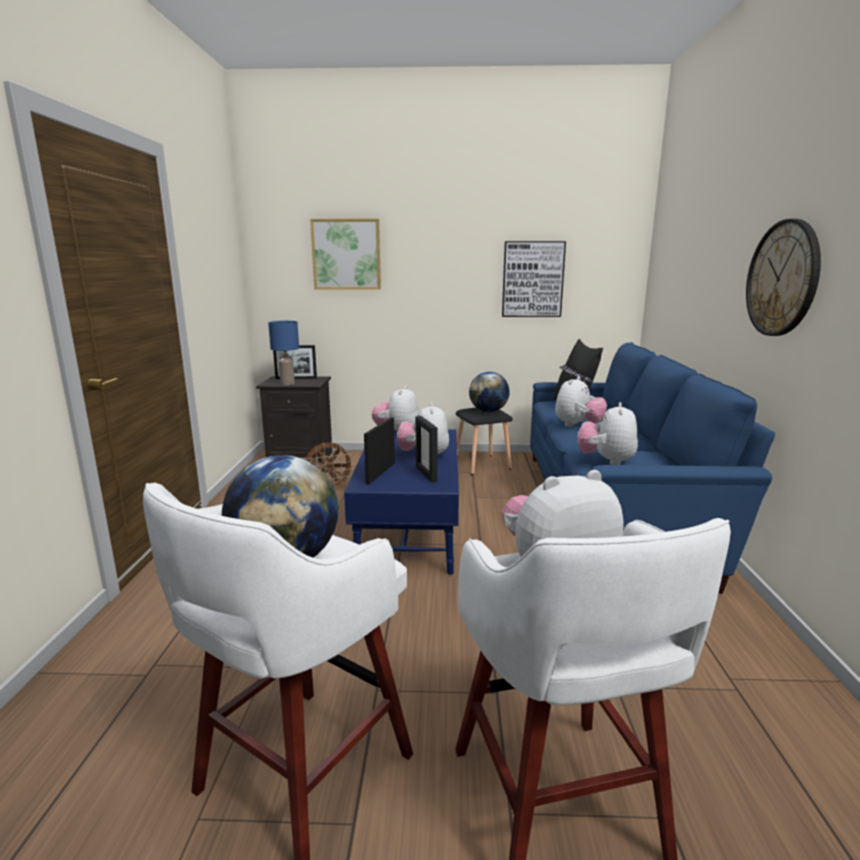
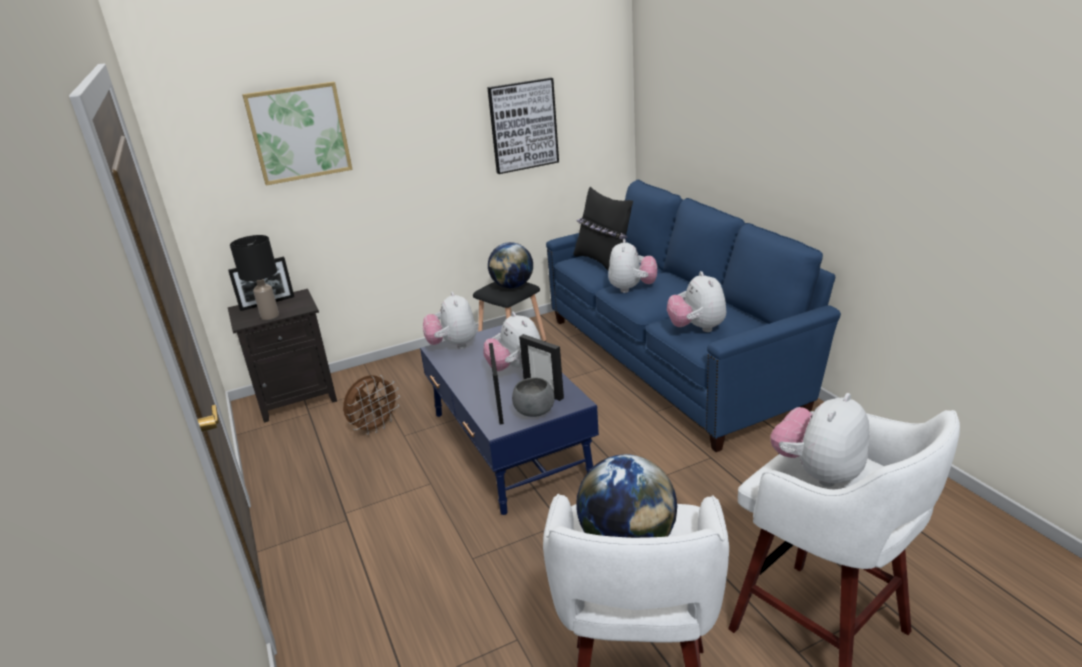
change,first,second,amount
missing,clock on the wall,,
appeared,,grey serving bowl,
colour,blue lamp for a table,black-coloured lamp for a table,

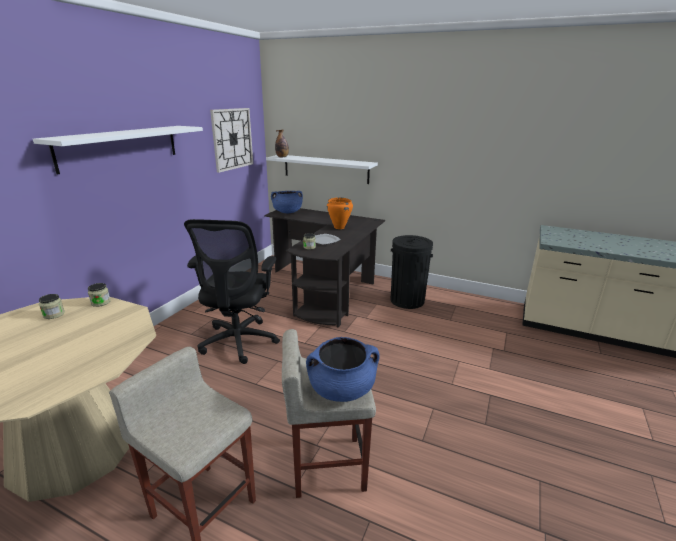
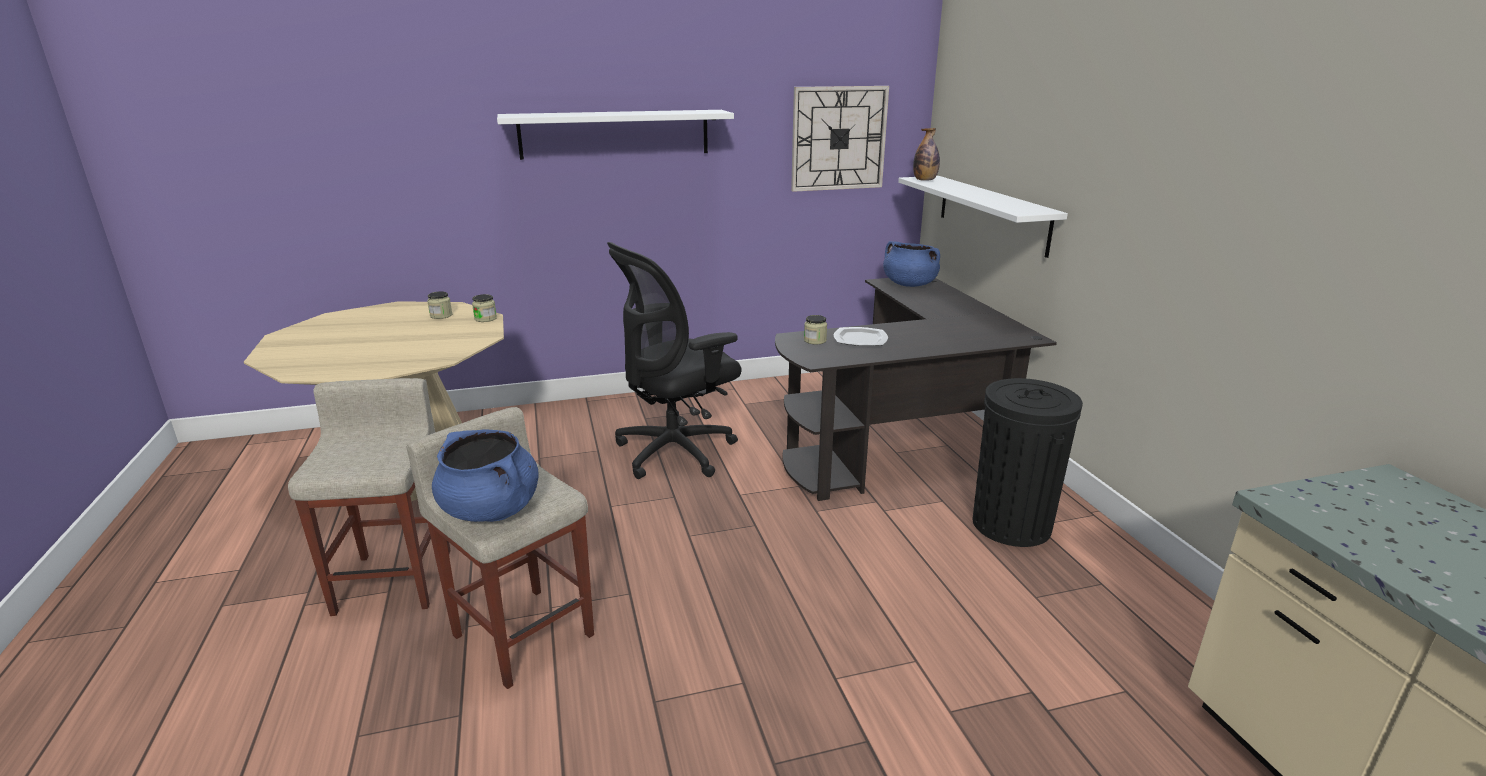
change,first,second,amount
missing,orangey cooking pot,,

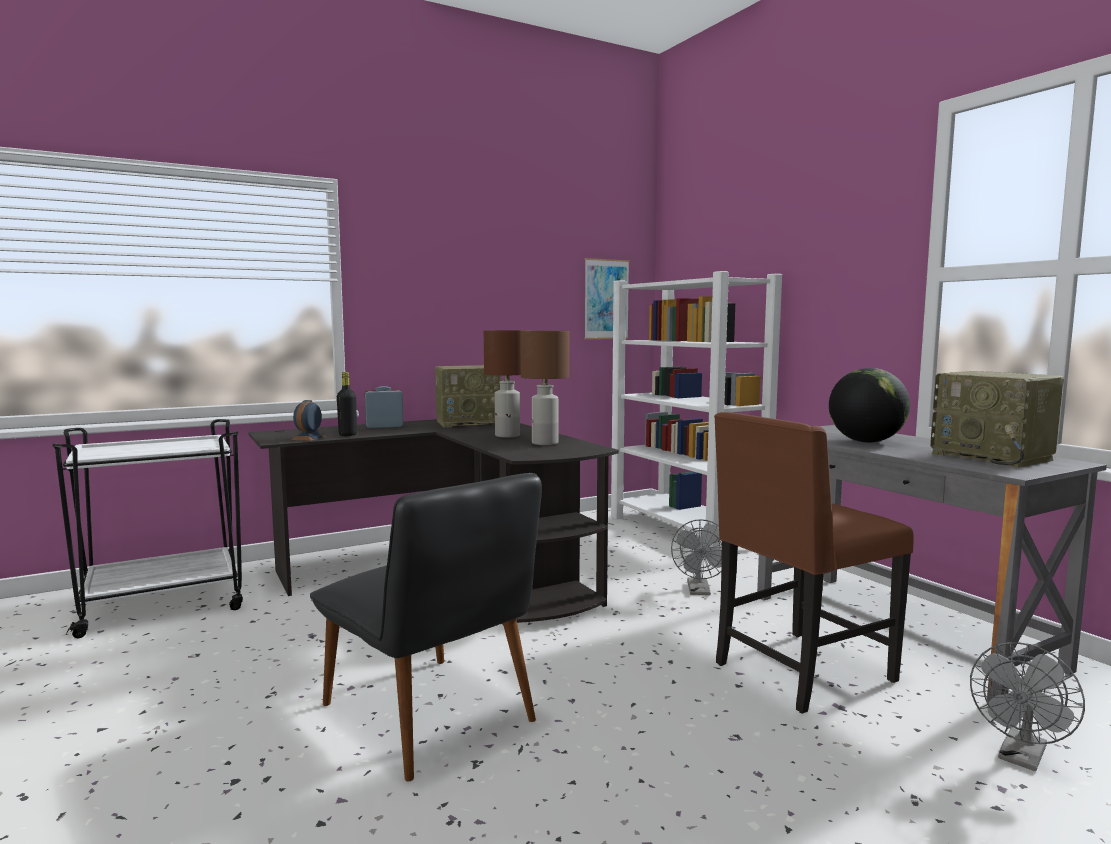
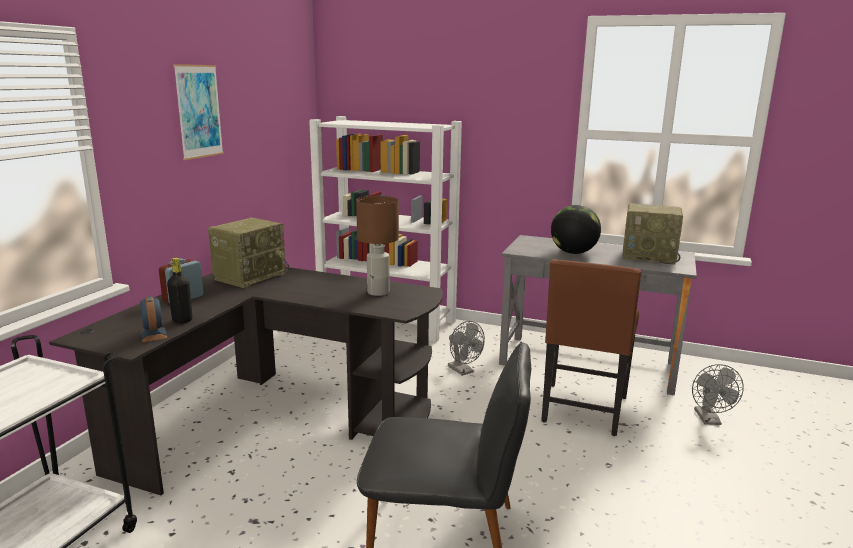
change,first,second,amount
missing,brown-coloured lamp for a table (no. 1 from left),,
relocated,wall art,,

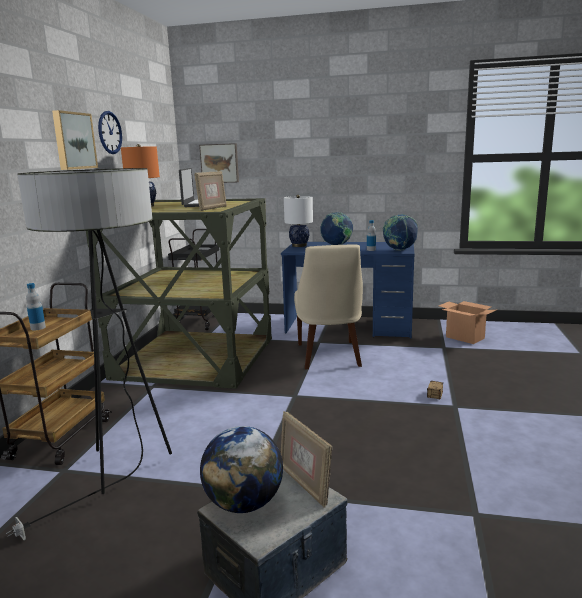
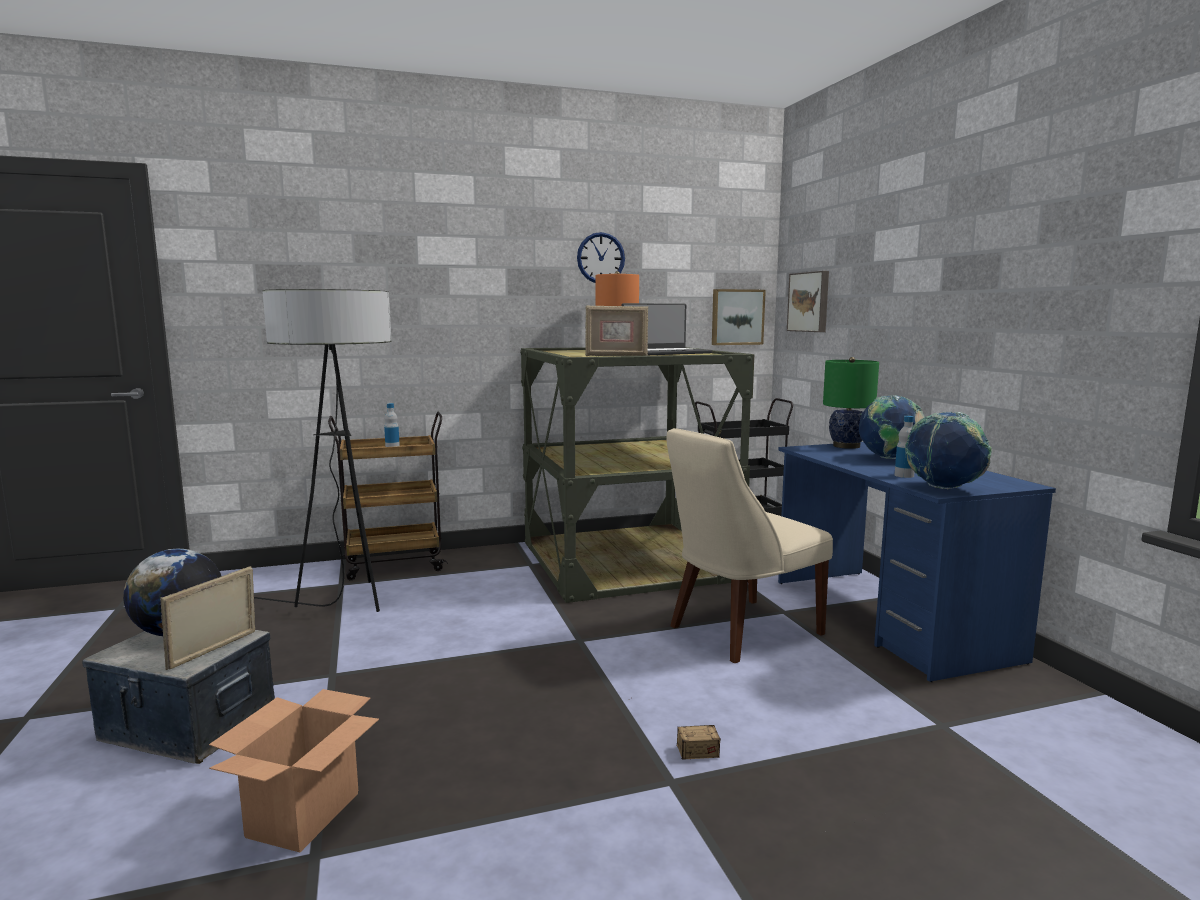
change,first,second,amount
relocated,wall art (no. 1 from left),,
relocated,packing box,,
colour,white-coloured lamp for a table,green lamp for a table,

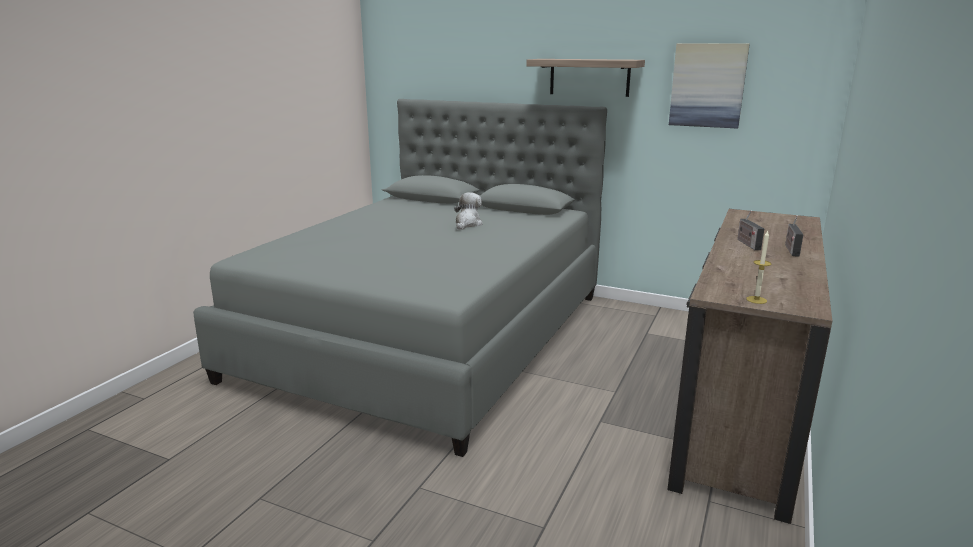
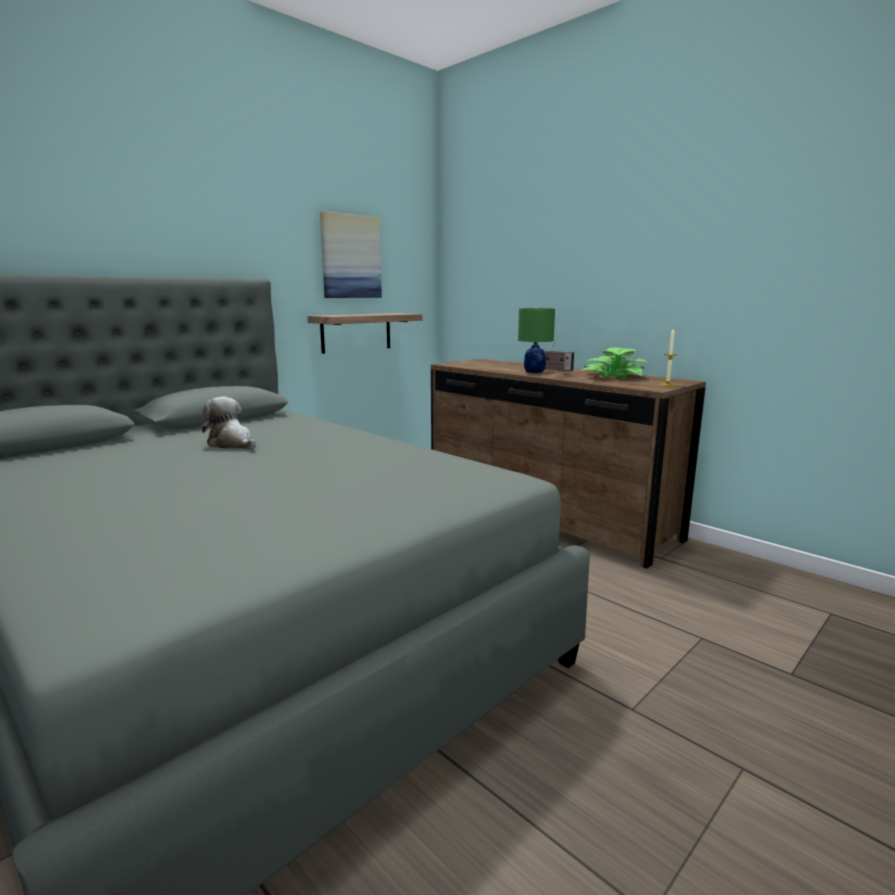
change,first,second,amount
appeared,,potted plant,
relocated,wall shelf,,
exchanged,radio receiver (no. 1 from left),green lamp for a table,

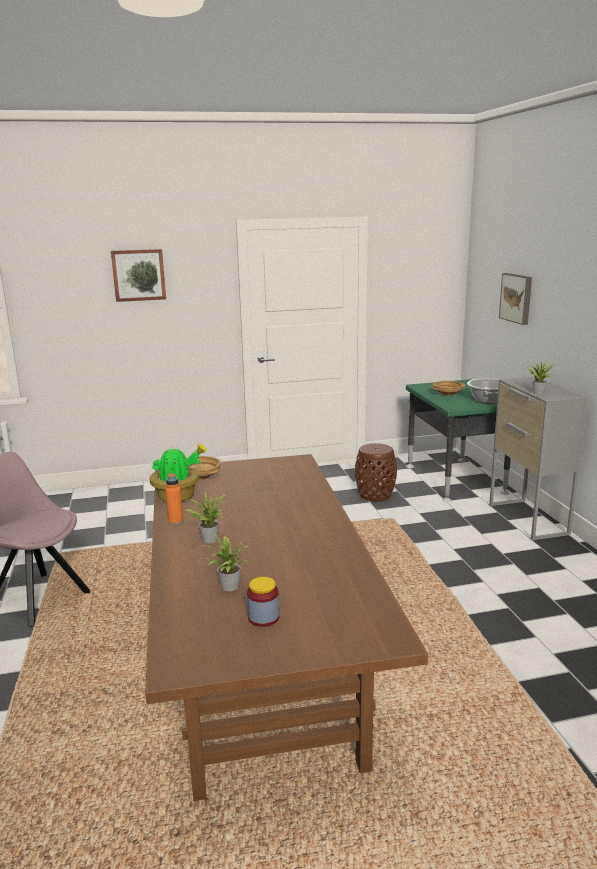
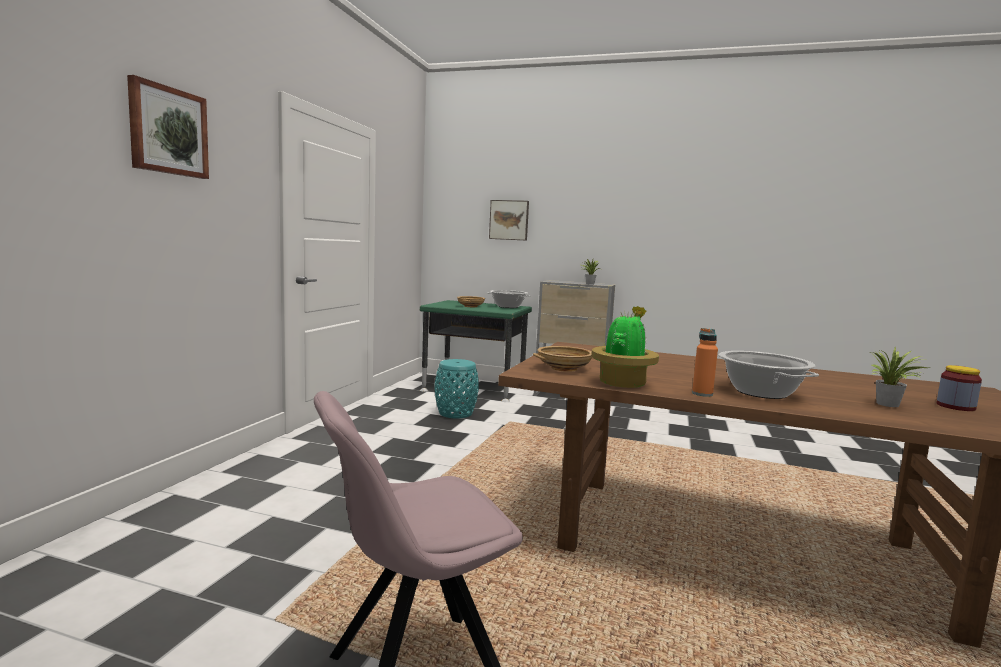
change,first,second,amount
exchanged,potted plant (no. 2 from left),cooking pot (no. 2 from left),
colour,brown-coloured stool seat,blue-green stool seat,

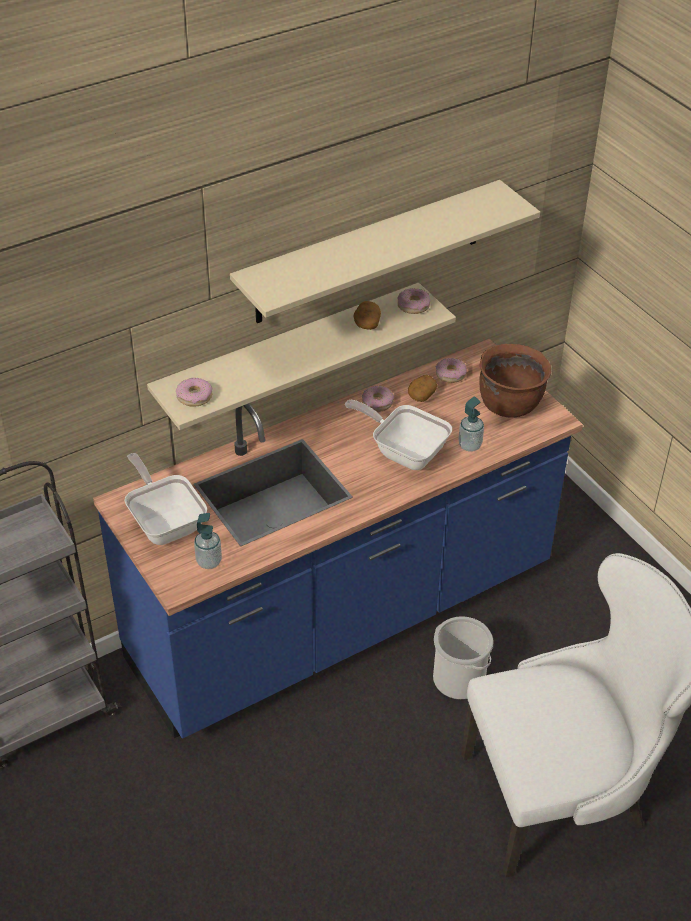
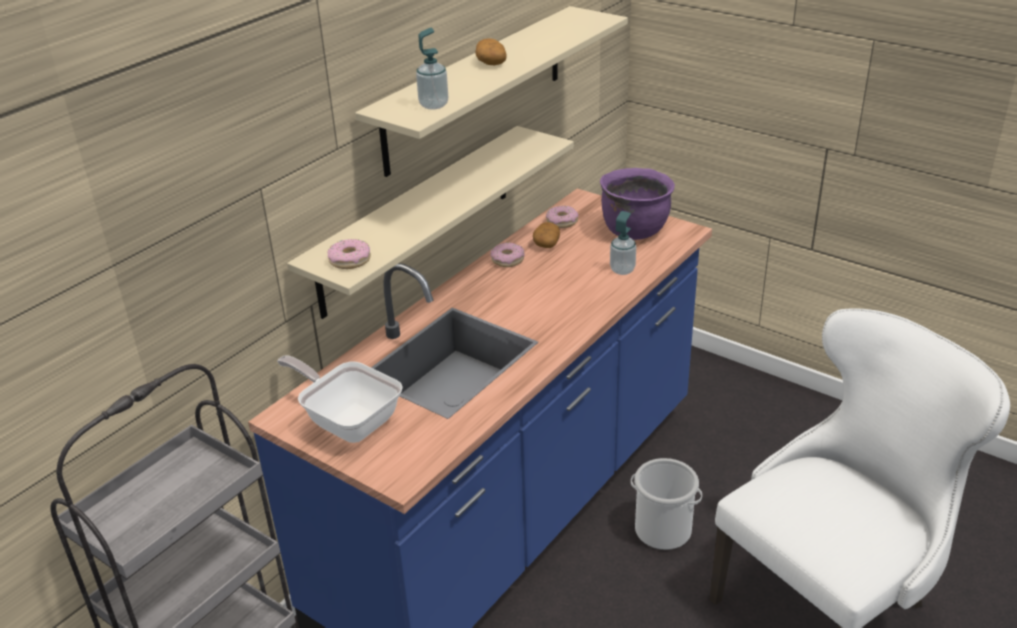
change,first,second,amount
missing,pan (no. 2 from left),,
missing,ring doughnut (no. 3 from left),,
relocated,soap bottle (no. 1 from left),,
relocated,whole potato (no. 1 from left),,
colour,brown-coloured cooking pot,purplish cooking pot,

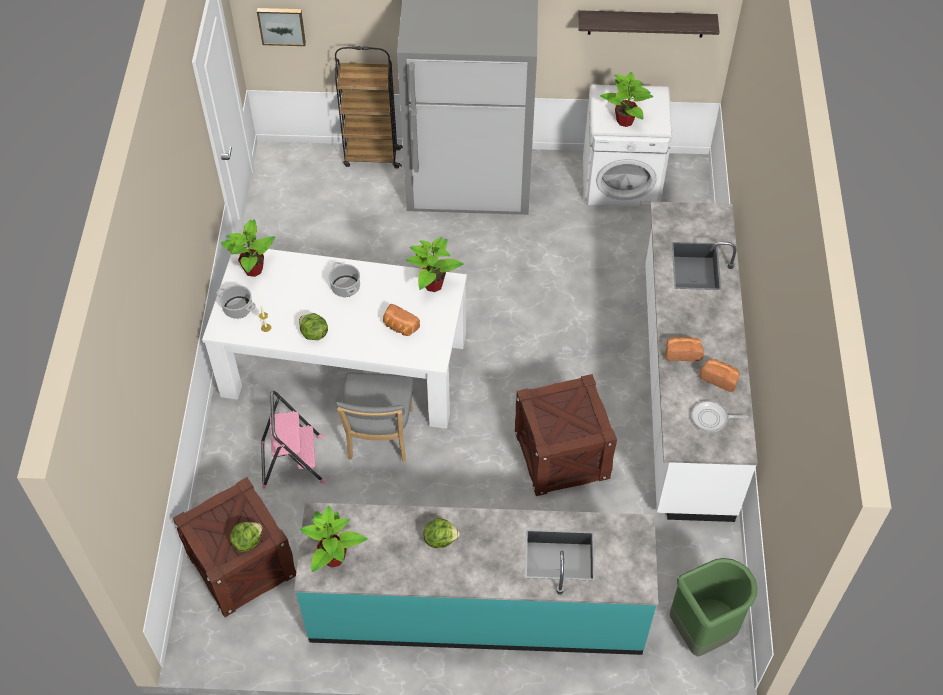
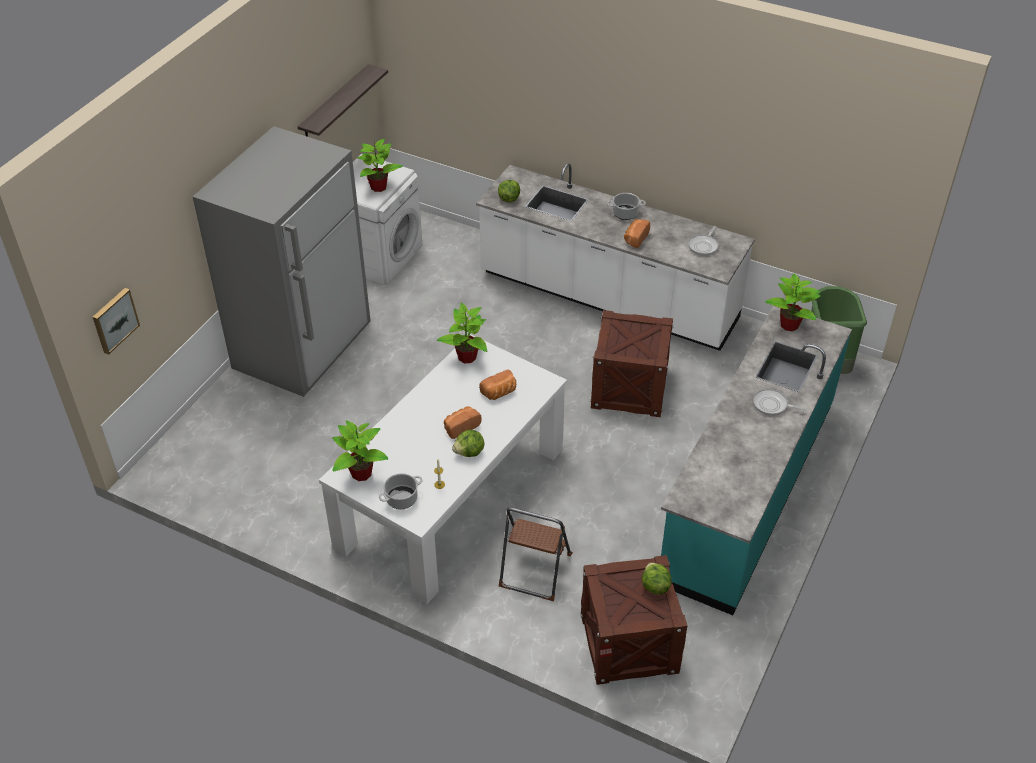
change,first,second,amount
missing,brown-coloured cart,,
missing,grey plain chair,,
appeared,,pan (no. 2 from left),
relocated,potted plant (no. 2 from left in the first image),potted plant (no. 4 from left),
relocated,cooking pot (no. 2 from left),,
relocated,lettuce (no. 3 from left in the first image),lettuce (no. 2 from left),
relocated,bakery bread (no. 3 from left in the first image),bakery bread (no. 1 from left),
colour,pink-coloured step ladder,brown-coloured step ladder,

